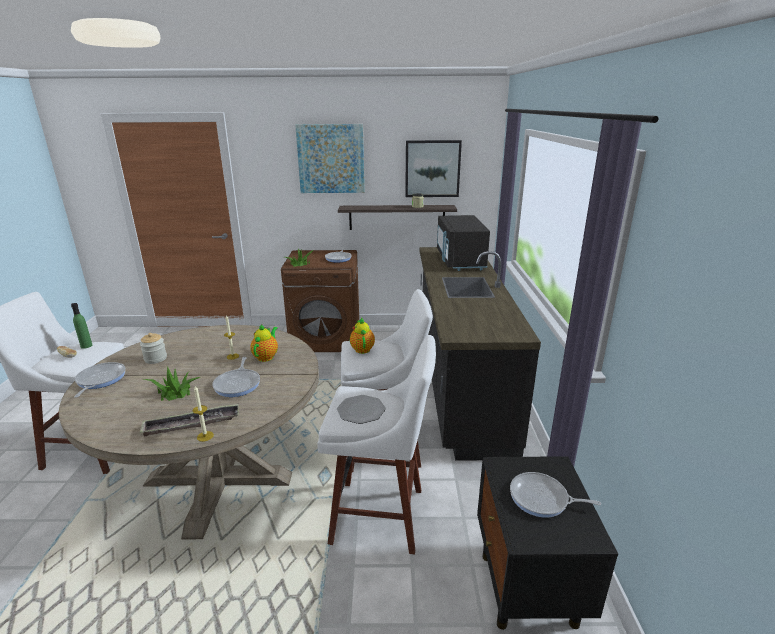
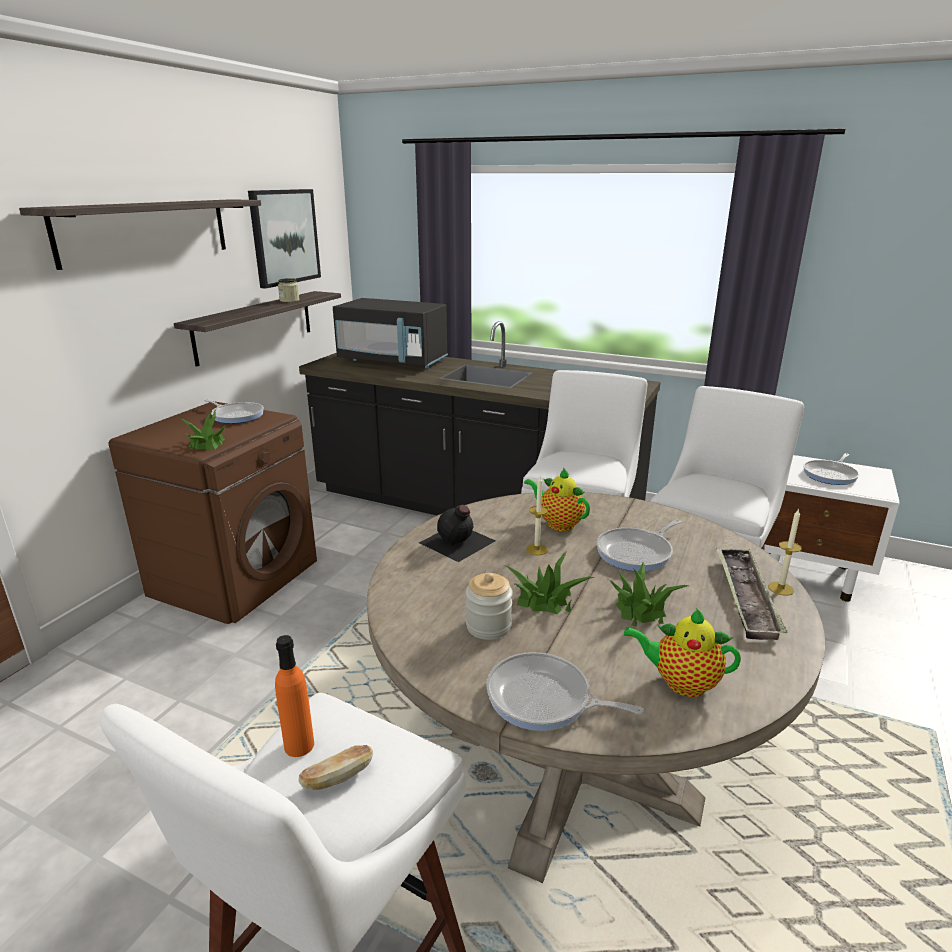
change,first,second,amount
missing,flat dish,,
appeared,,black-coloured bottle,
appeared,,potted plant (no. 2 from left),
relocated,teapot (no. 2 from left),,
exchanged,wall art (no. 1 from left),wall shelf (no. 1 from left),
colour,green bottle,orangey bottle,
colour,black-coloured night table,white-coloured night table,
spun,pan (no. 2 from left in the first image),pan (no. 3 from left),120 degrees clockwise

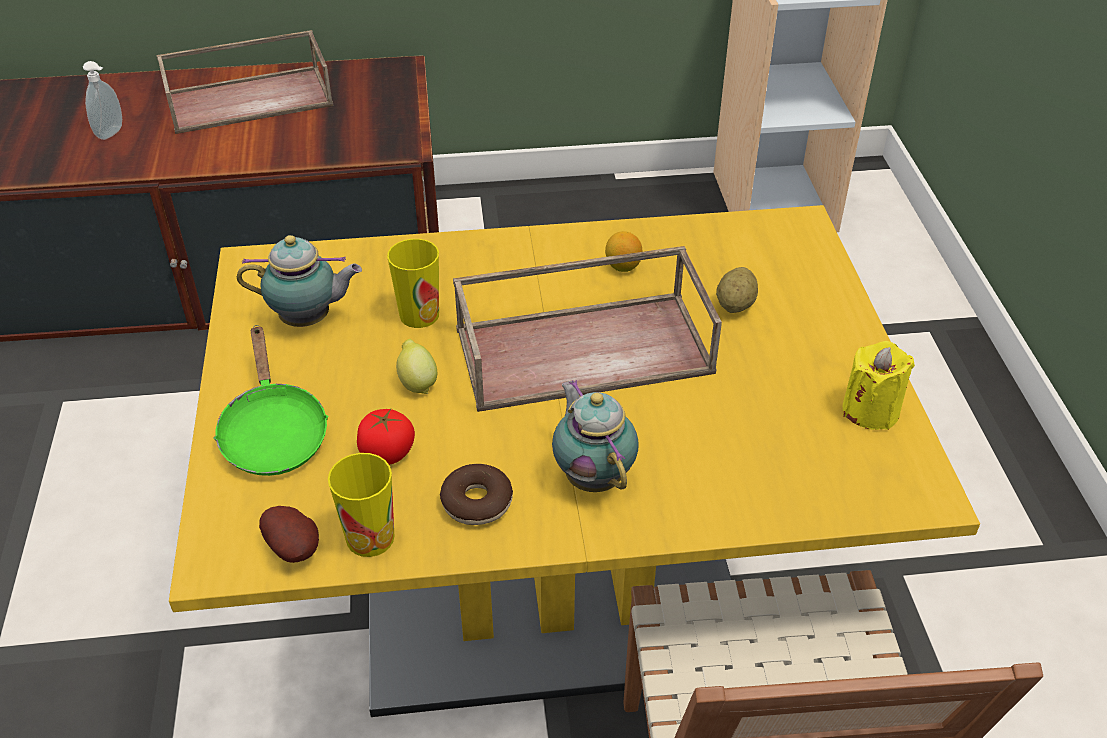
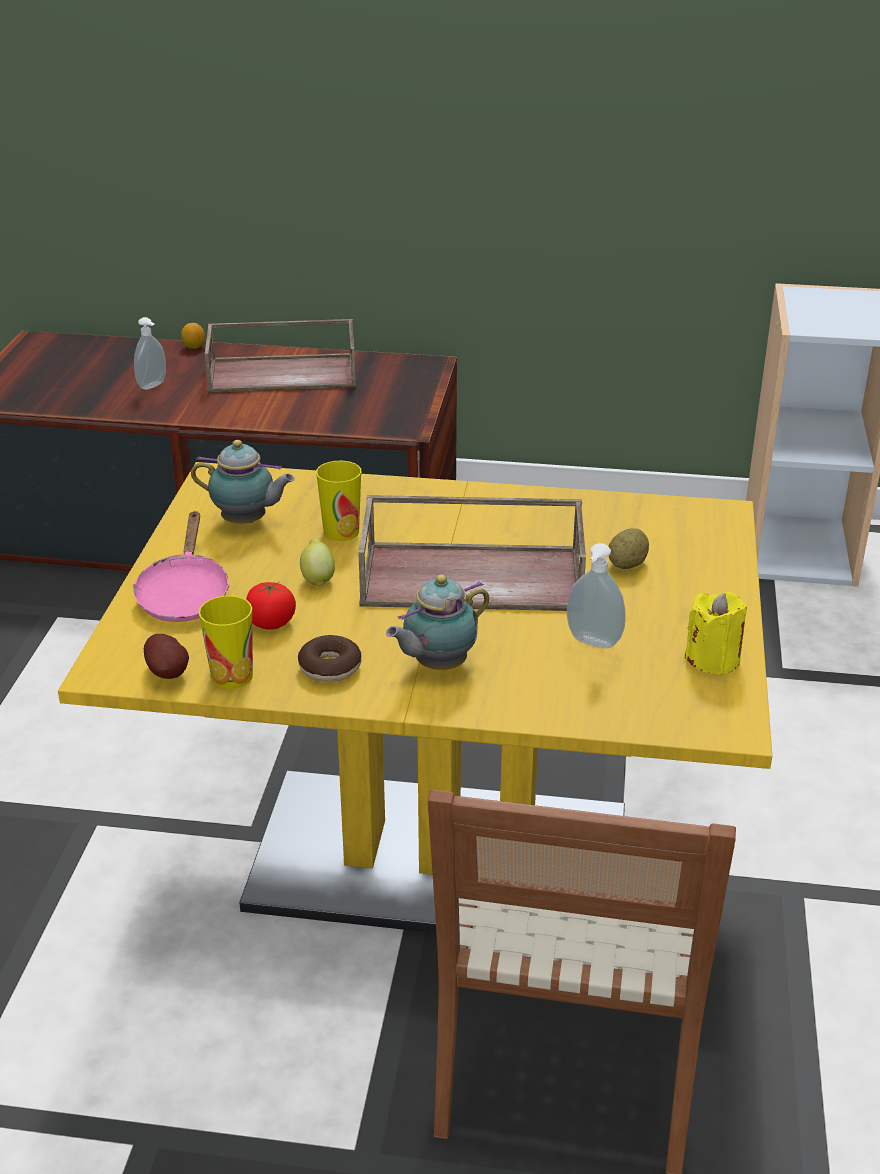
change,first,second,amount
appeared,,soap bottle (no. 2 from left),
relocated,lemon (no. 2 from left in the first image),lemon (no. 1 from left),
colour,green pan,pink-coloured pan,
spun,teapot (no. 2 from left),,120 degrees counterclockwise

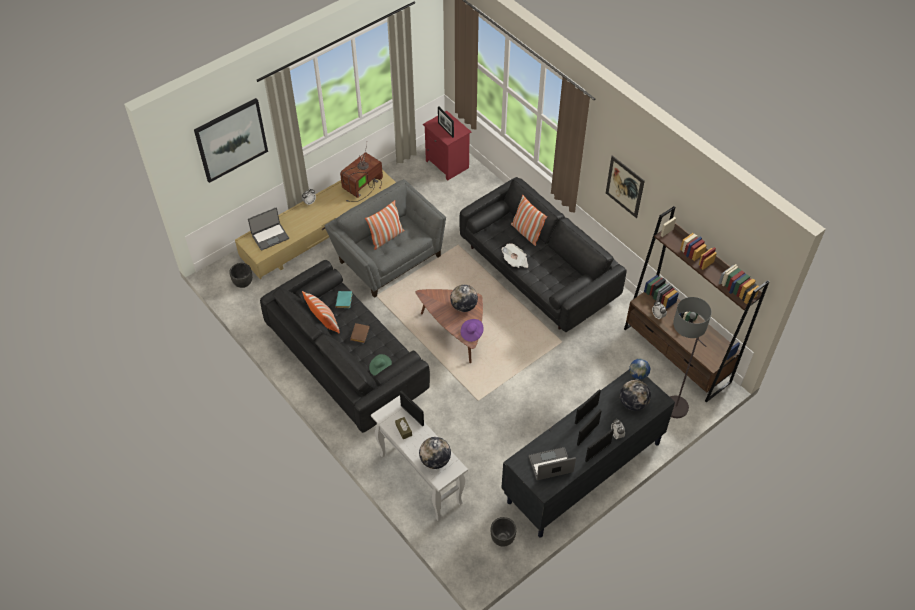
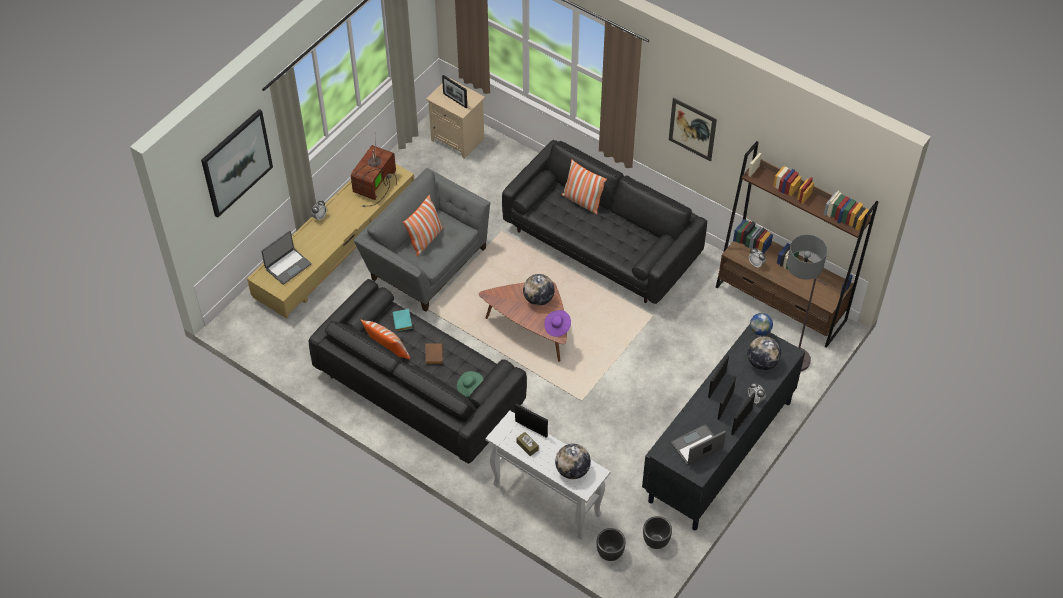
change,first,second,amount
missing,printed paper,,
relocated,black-coloured flower pot (no. 1 from left),,
colour,red-coloured night table,beige night table,

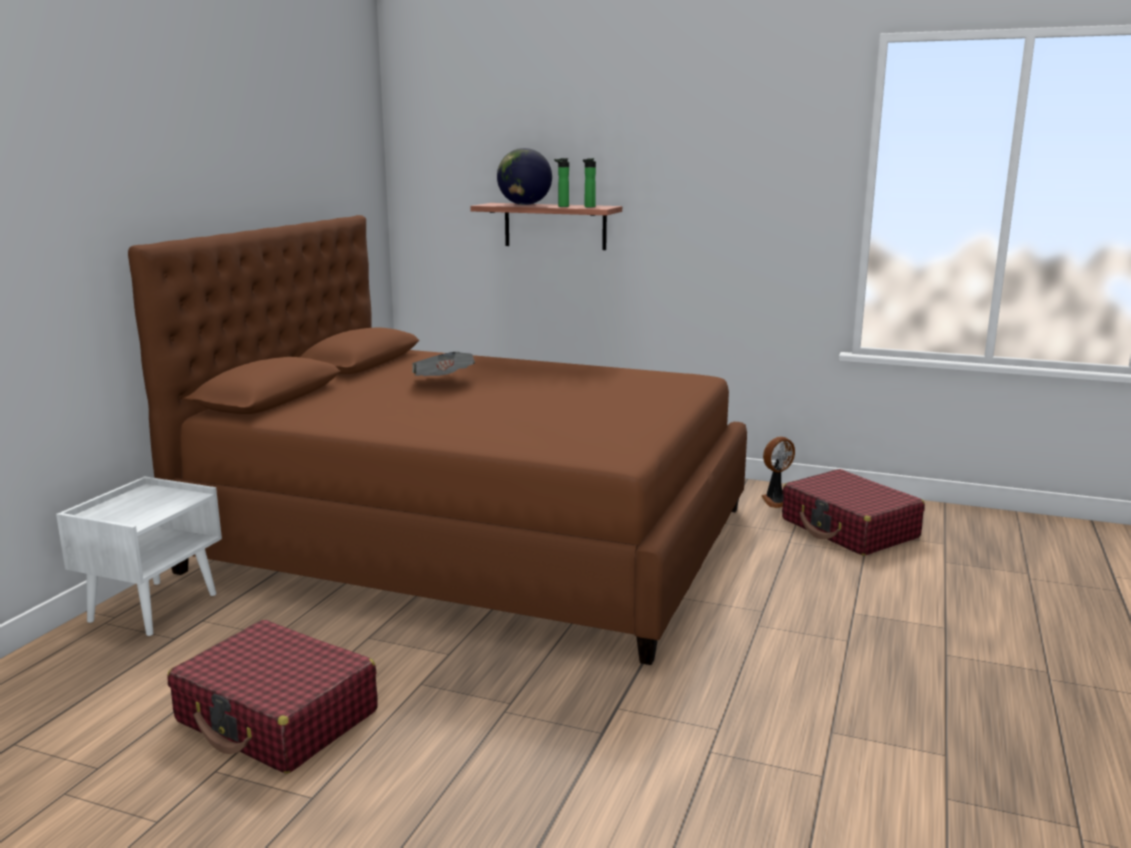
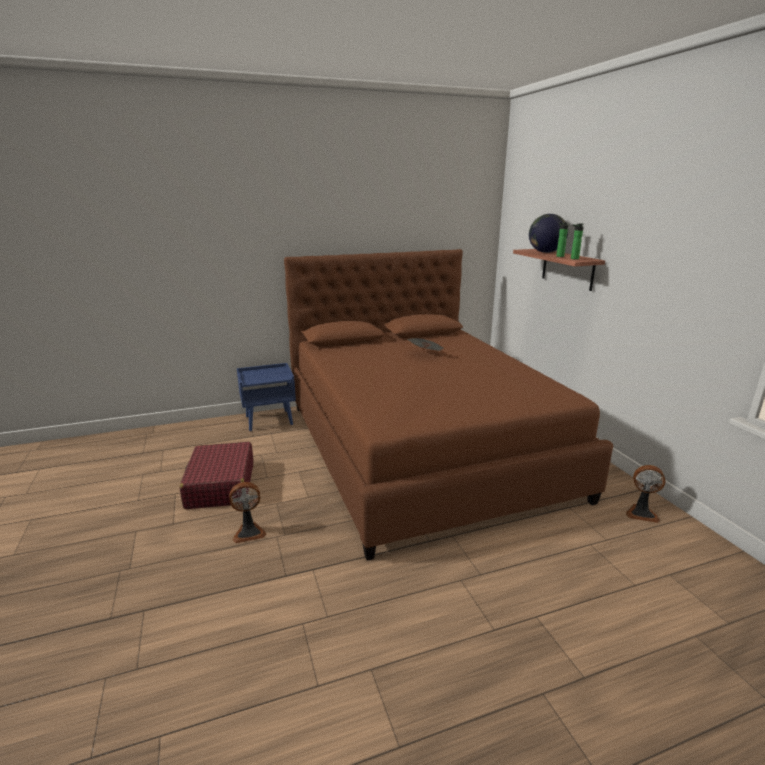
change,first,second,amount
missing,red-coloured suitcase (no. 2 from left),,
appeared,,cooling fan (no. 1 from left),
colour,white-coloured night table,blue night table,

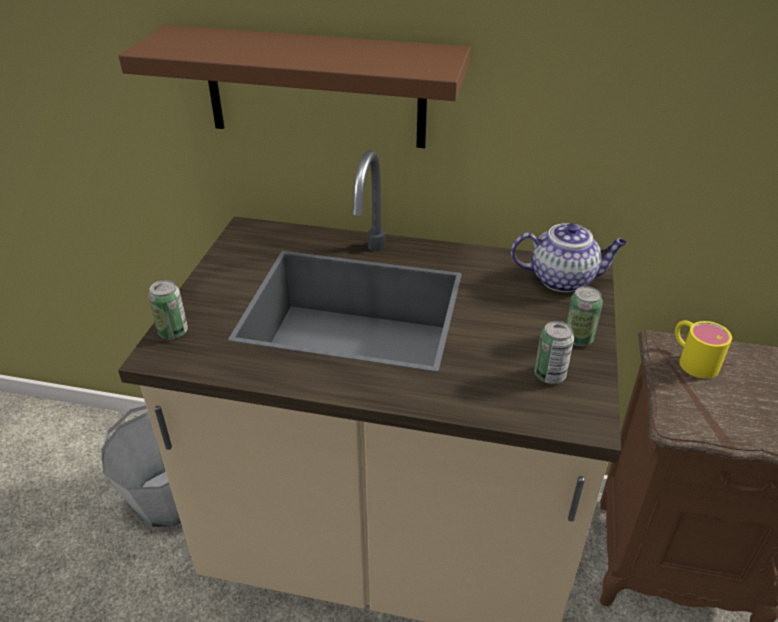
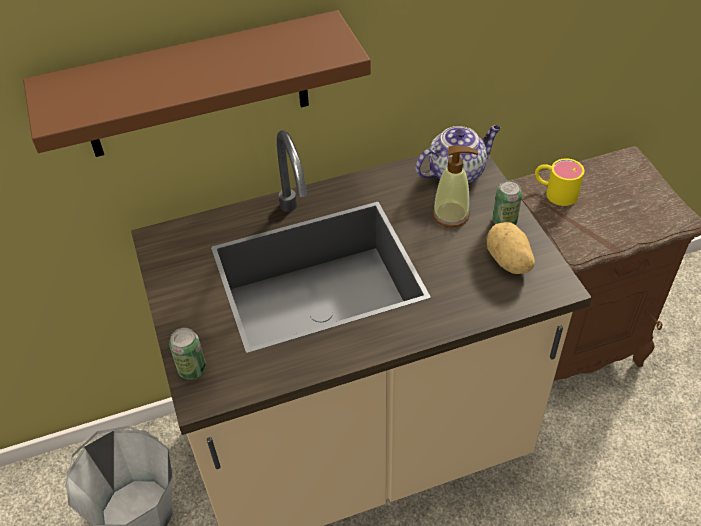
change,first,second,amount
appeared,,soap bottle,
exchanged,sealed can (no. 2 from left),whole potato,

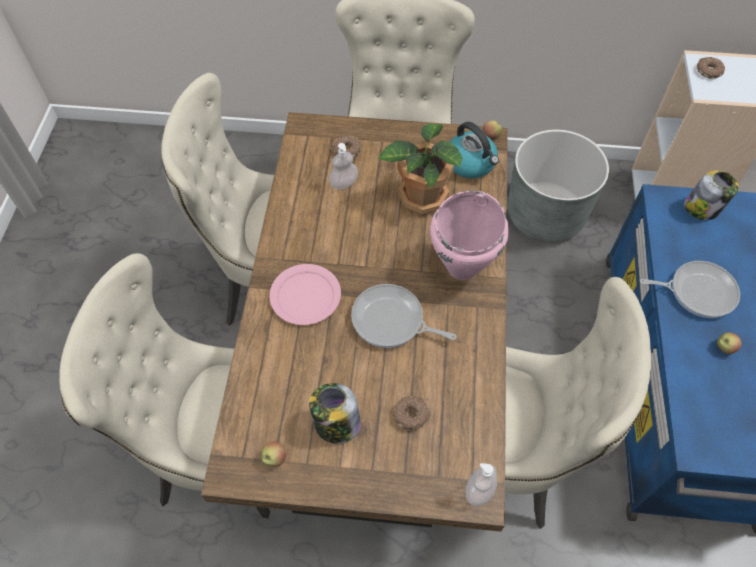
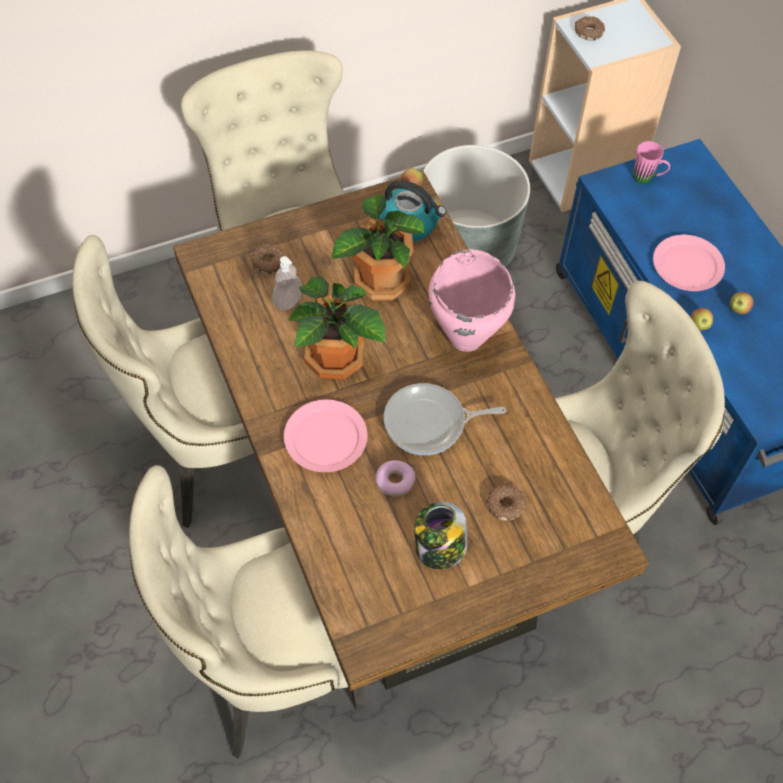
change,first,second,amount
missing,soap bottle (no. 2 from left),,
appeared,,potted plant (no. 1 from left),
appeared,,ring doughnut (no. 2 from left),
relocated,whole apple (no. 1 from left in the first image),whole apple (no. 2 from left),
exchanged,pan (no. 2 from left),pink-coloured flat dish (no. 2 from left),
exchanged,jar (no. 2 from left),pink-coloured mug,

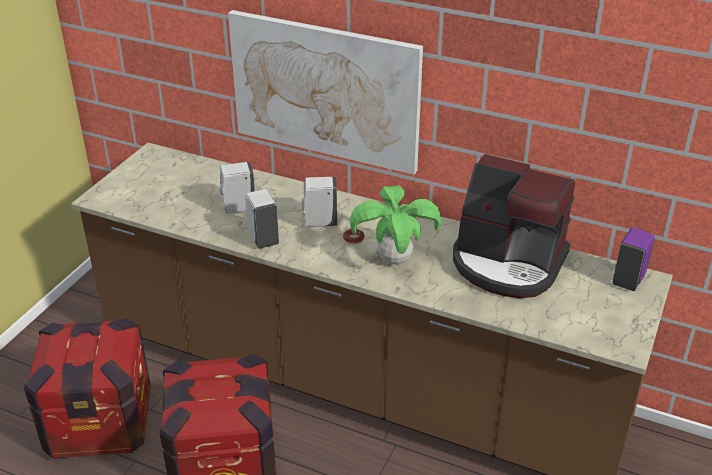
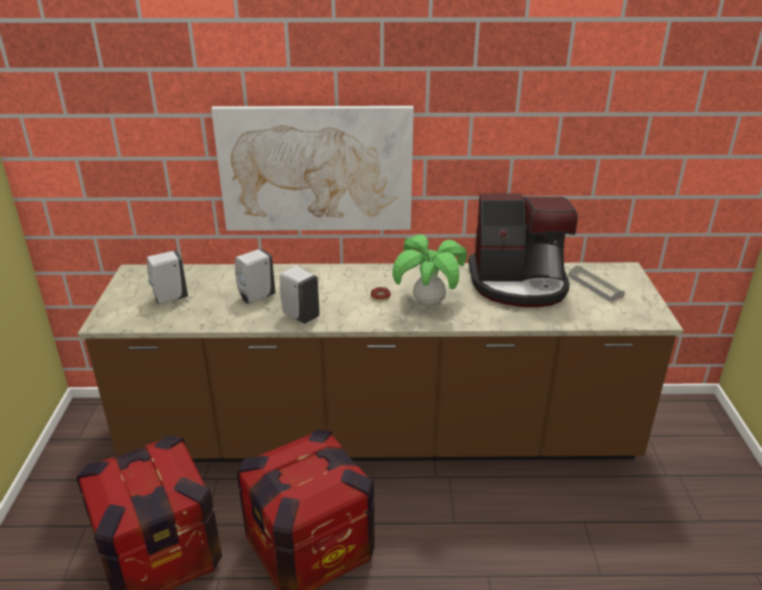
change,first,second,amount
missing,purplish soap bottle,,
appeared,,grey tray,
relocated,white-coloured soap bottle (no. 3 from left in the first image),white-coloured soap bottle (no. 1 from left),

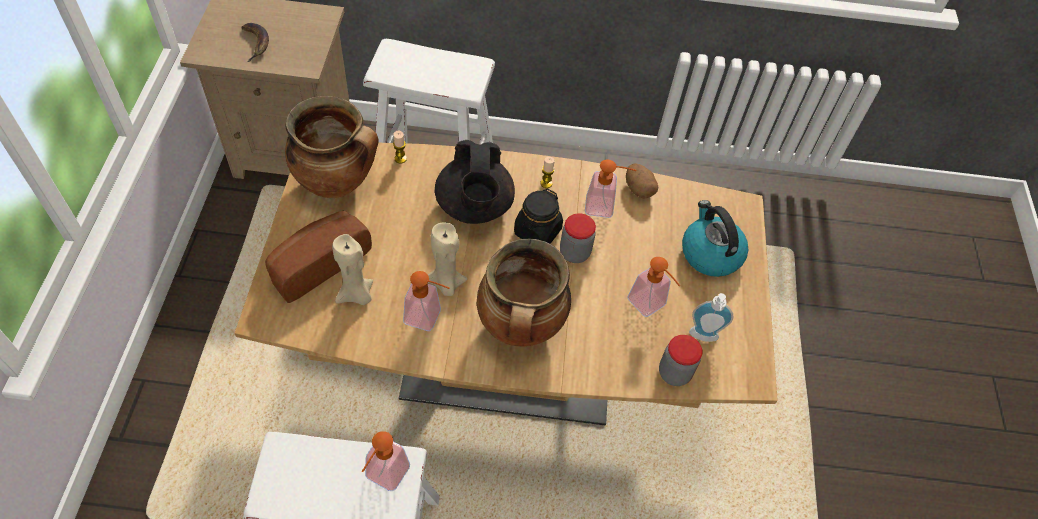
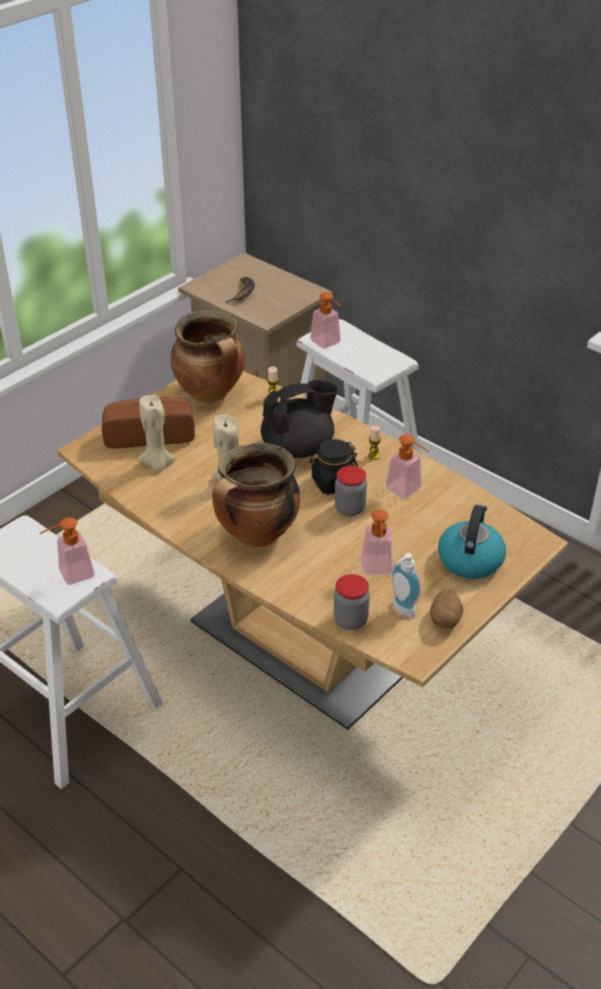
change,first,second,amount
relocated,soap bottle (no. 2 from left),,
relocated,whole potato,,
spun,black-coloured teapot,,150 degrees counterclockwise

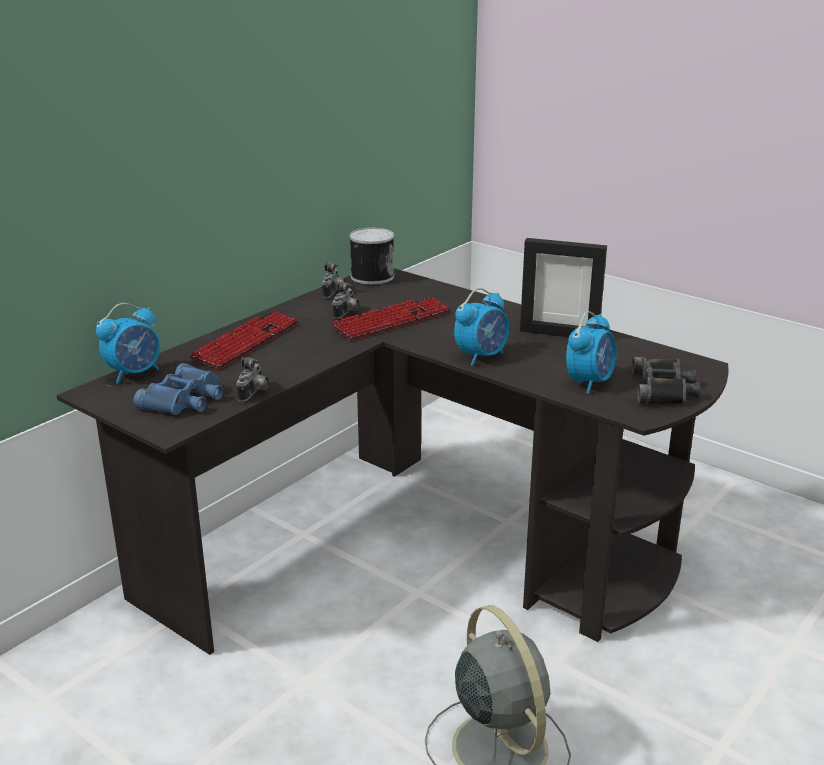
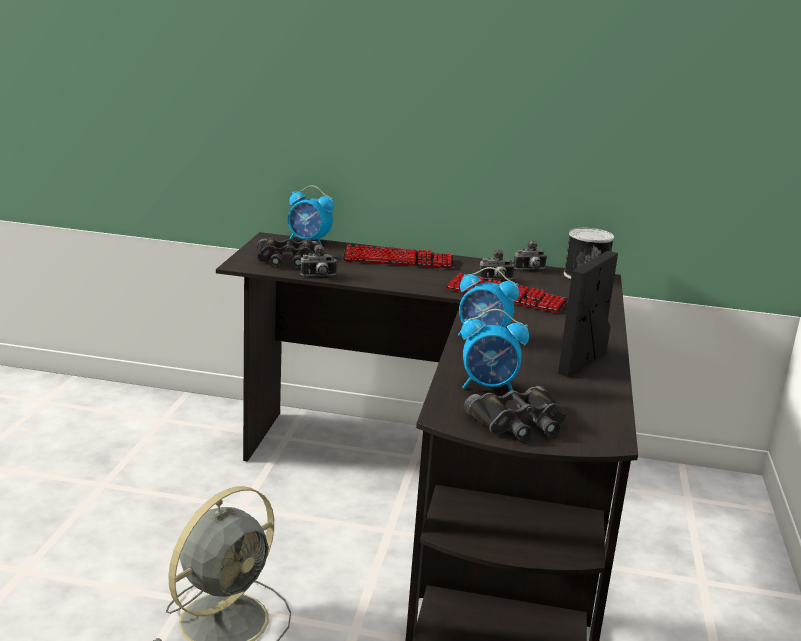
change,first,second,amount
colour,blue pair of binoculars,black-coloured pair of binoculars (no. 1 from left),
spun,standing frame,,45 degrees clockwise

